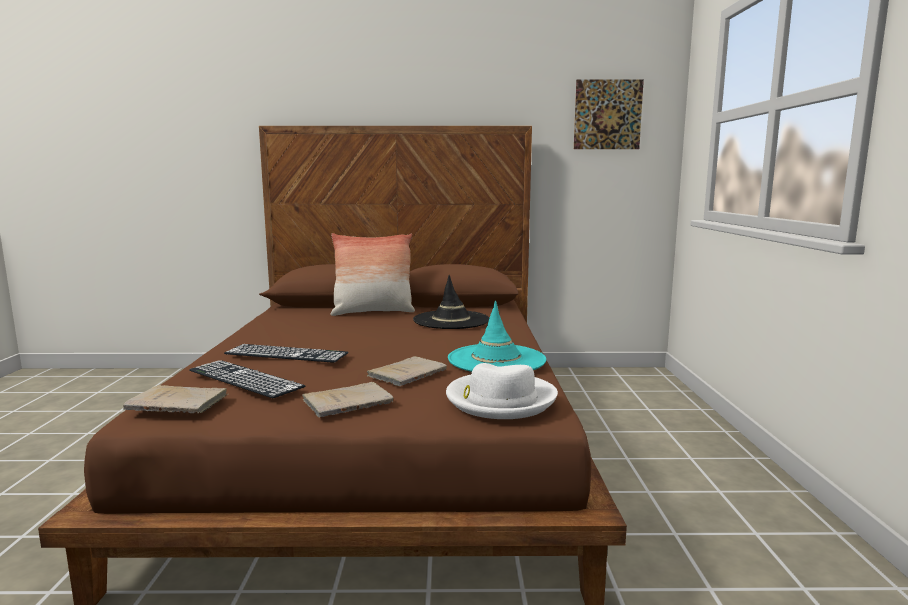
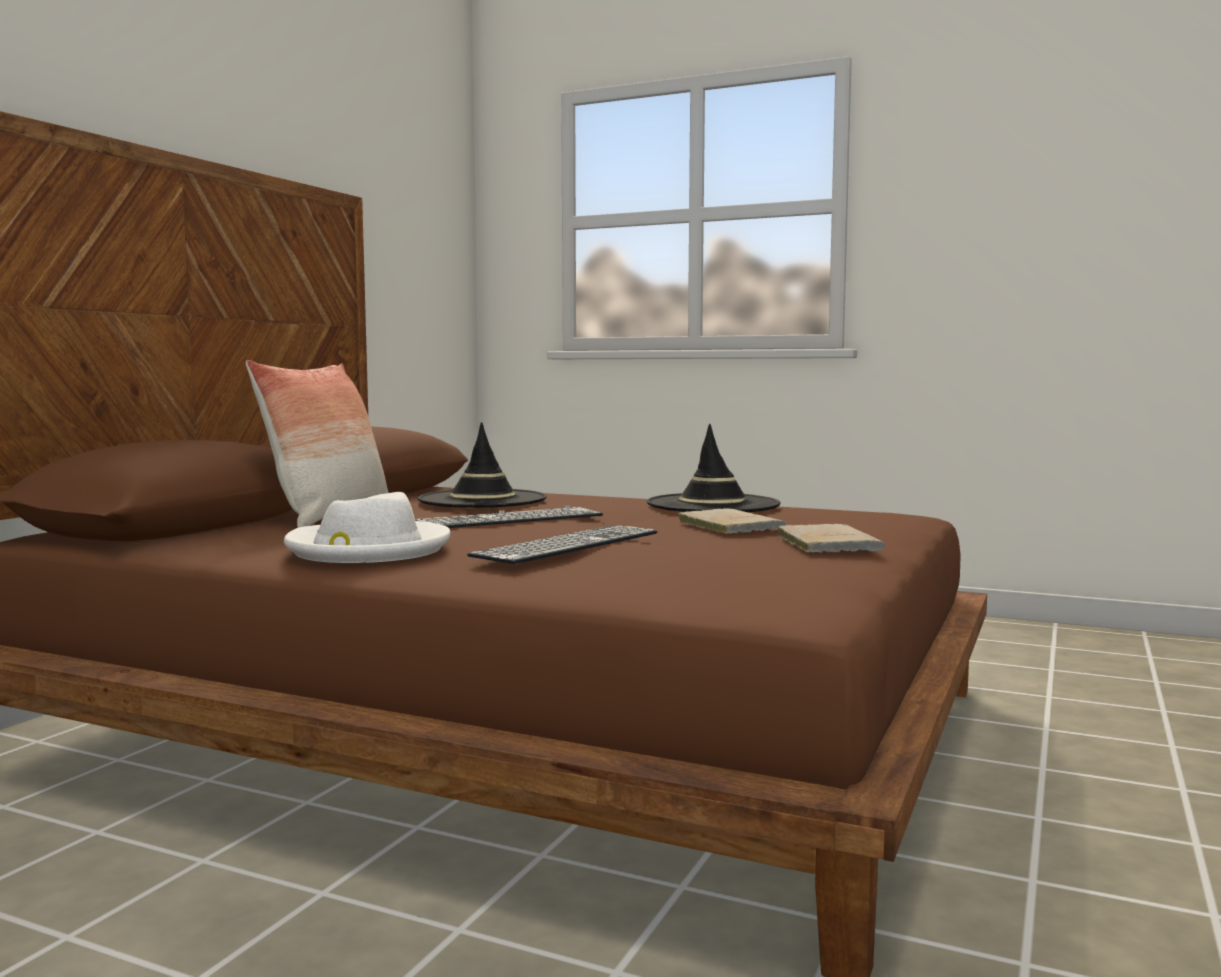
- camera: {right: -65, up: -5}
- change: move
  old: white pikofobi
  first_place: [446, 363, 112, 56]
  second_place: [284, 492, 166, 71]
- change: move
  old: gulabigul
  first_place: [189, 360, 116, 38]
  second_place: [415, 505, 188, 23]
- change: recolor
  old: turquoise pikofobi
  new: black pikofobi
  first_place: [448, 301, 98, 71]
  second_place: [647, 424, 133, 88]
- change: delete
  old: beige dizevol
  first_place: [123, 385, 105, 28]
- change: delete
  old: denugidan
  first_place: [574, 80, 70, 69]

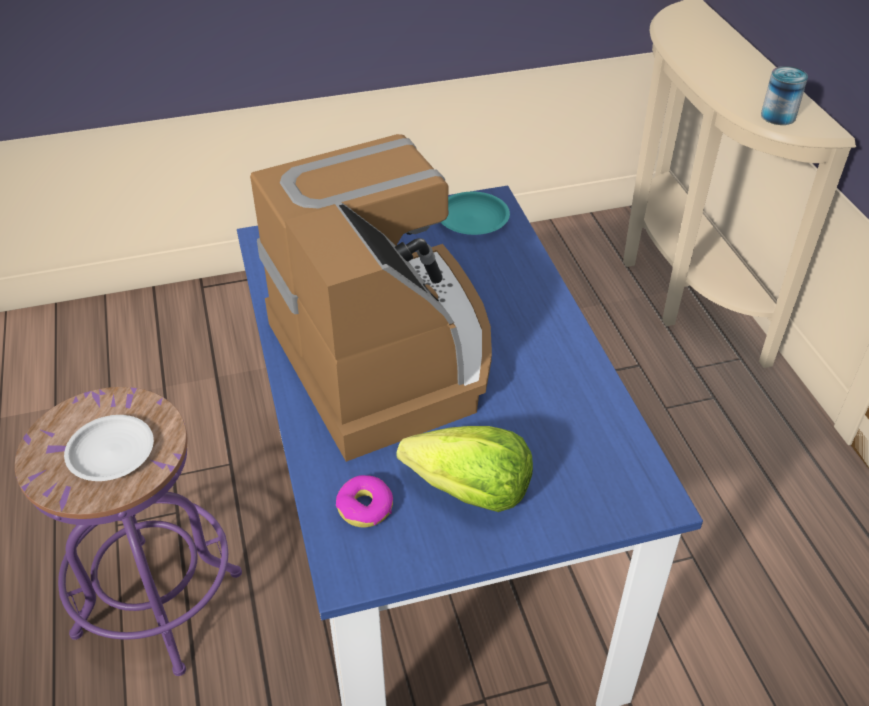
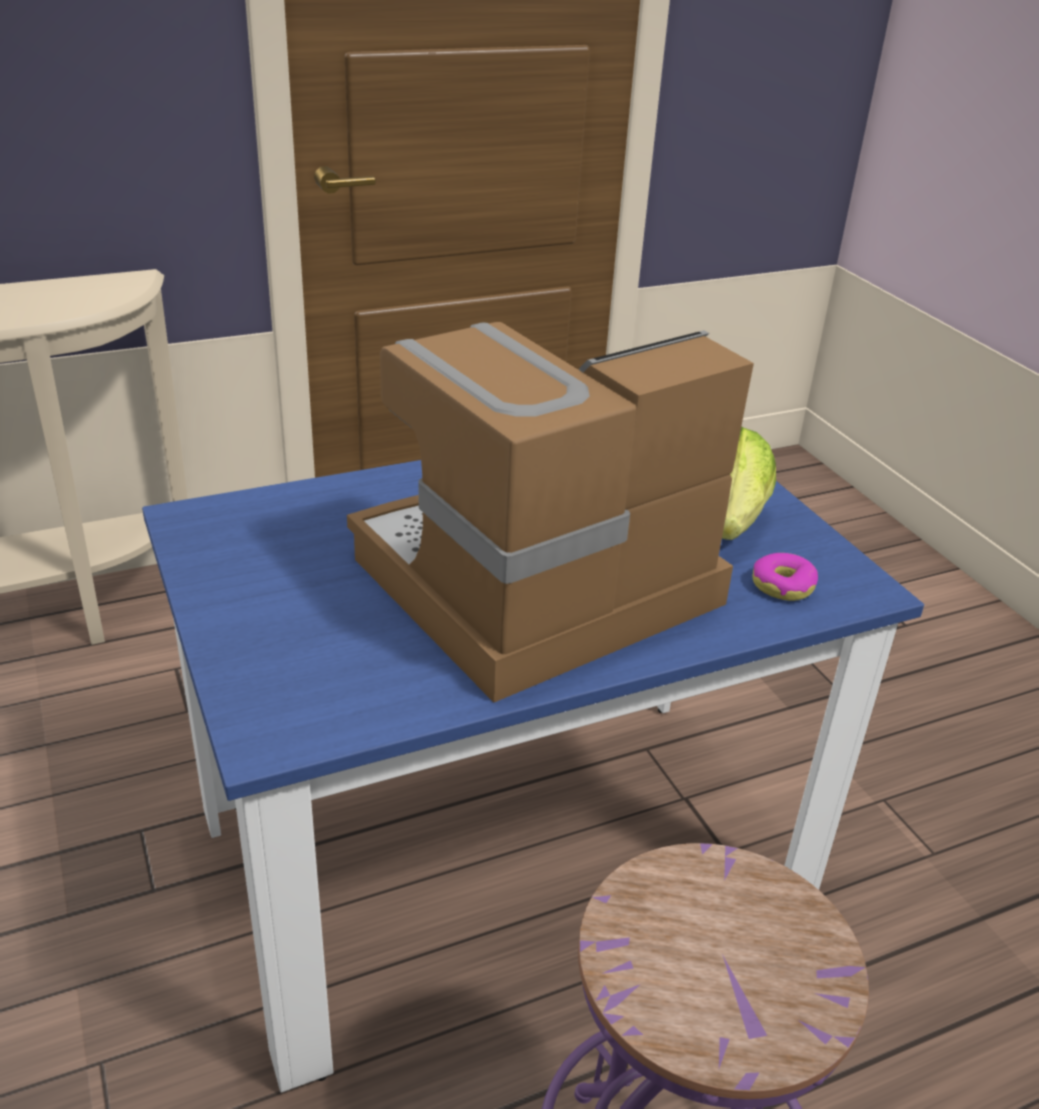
- camera: {right: -100, up: -10}
- change: delete
  old: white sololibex
  first_place: [64, 415, 90, 66]
- change: delete
  old: turquoise sololibex
  first_place: [441, 192, 69, 43]
- change: delete
  old: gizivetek
  first_place: [761, 66, 47, 59]

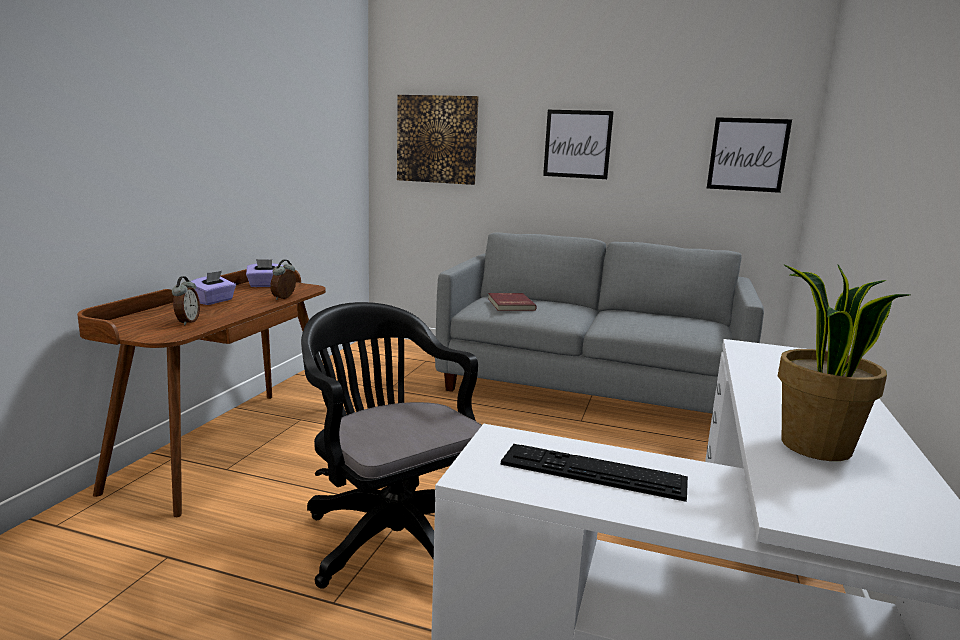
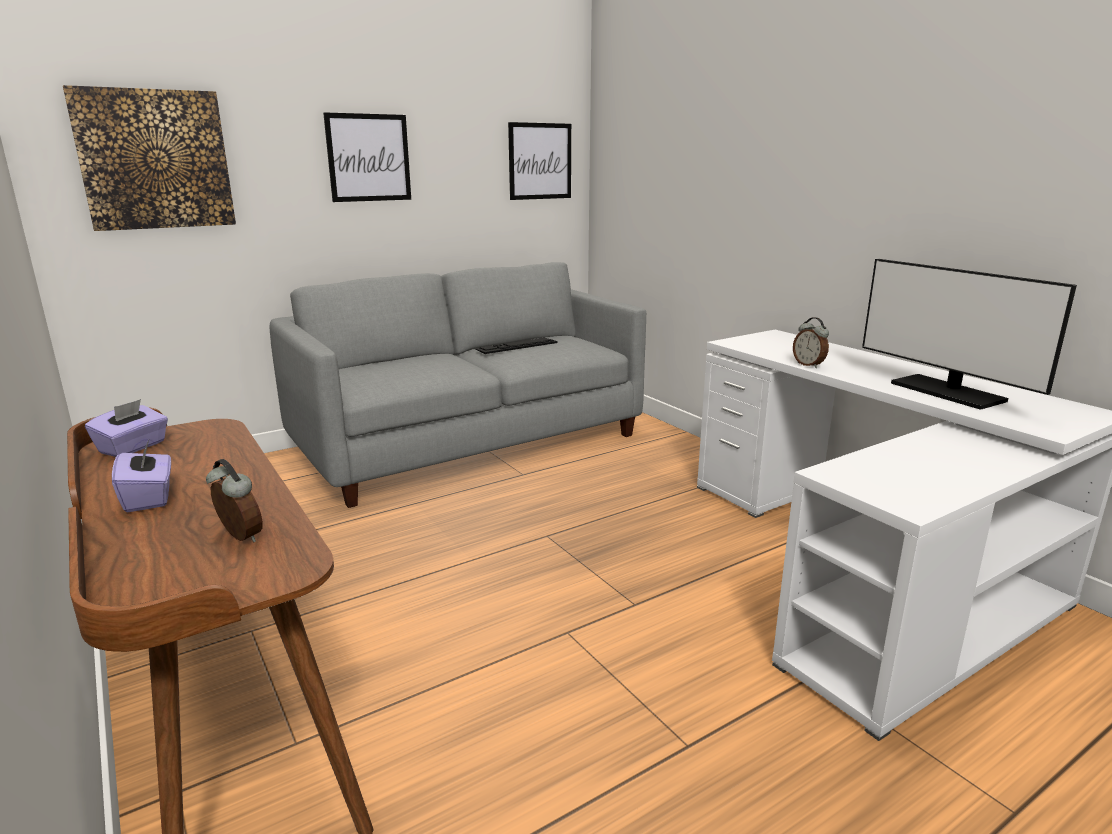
- camera: {right: -50, up: 5}
- change: move
  old: gulabigul
  first_place: [501, 444, 187, 58]
  second_place: [475, 338, 82, 16]
- change: move
  old: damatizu
  first_place: [270, 259, 26, 41]
  second_place: [793, 317, 36, 51]
- change: replace
  old: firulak
  new: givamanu
  first_place: [778, 264, 132, 197]
  second_place: [862, 259, 215, 151]
- change: delete
  old: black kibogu
  first_place: [301, 302, 181, 287]
- change: delete
  old: red dizevol
  first_place: [488, 293, 49, 18]

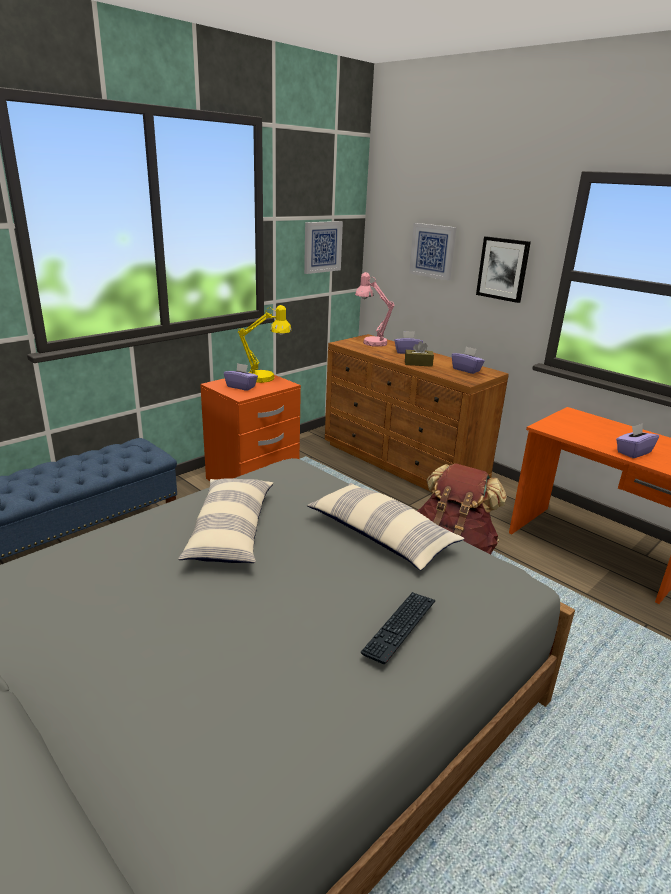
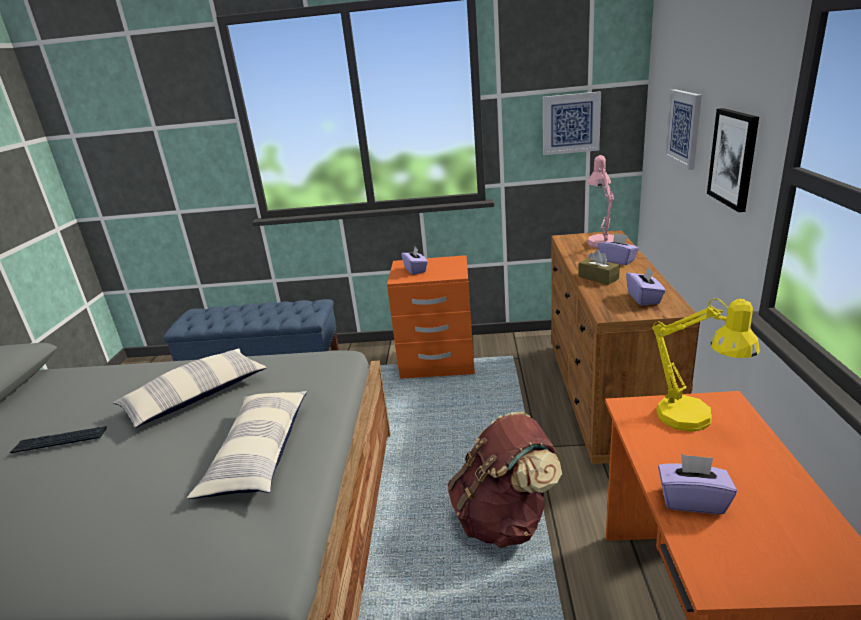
- camera: {right: 50, up: 0}
- change: move
  old: gulabigul
  first_place: [361, 592, 74, 72]
  second_place: [10, 426, 97, 27]
- change: move
  old: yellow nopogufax
  first_place: [238, 305, 54, 78]
  second_place: [652, 299, 108, 133]

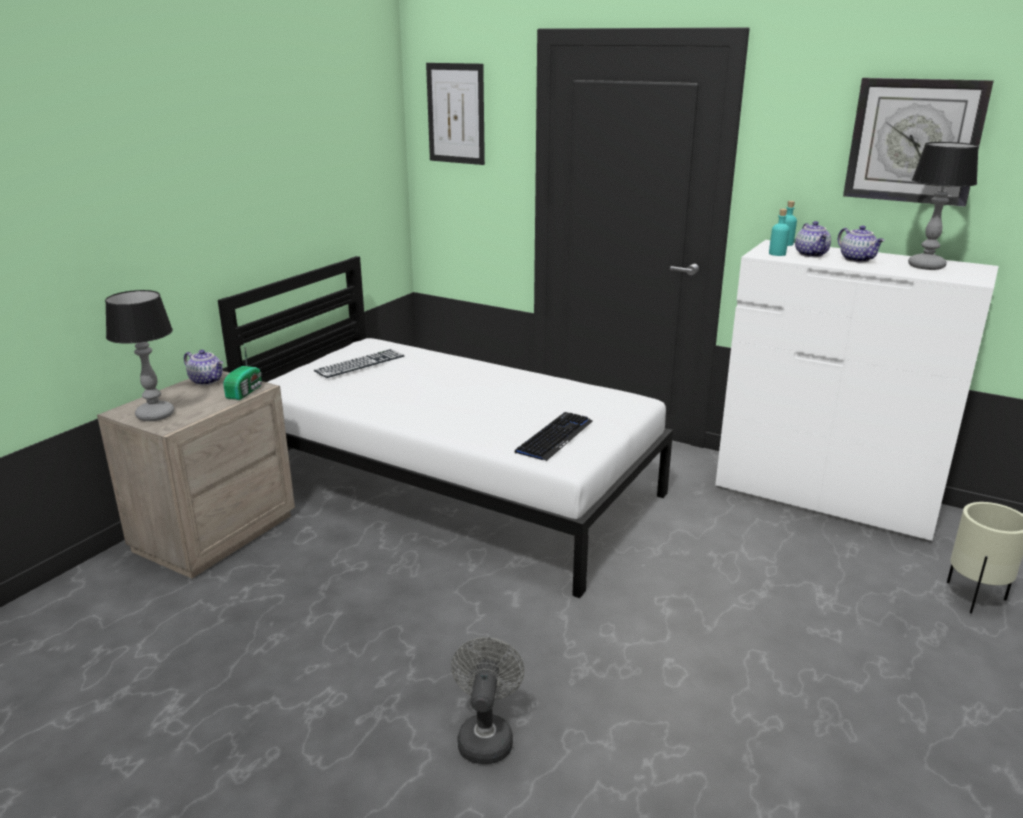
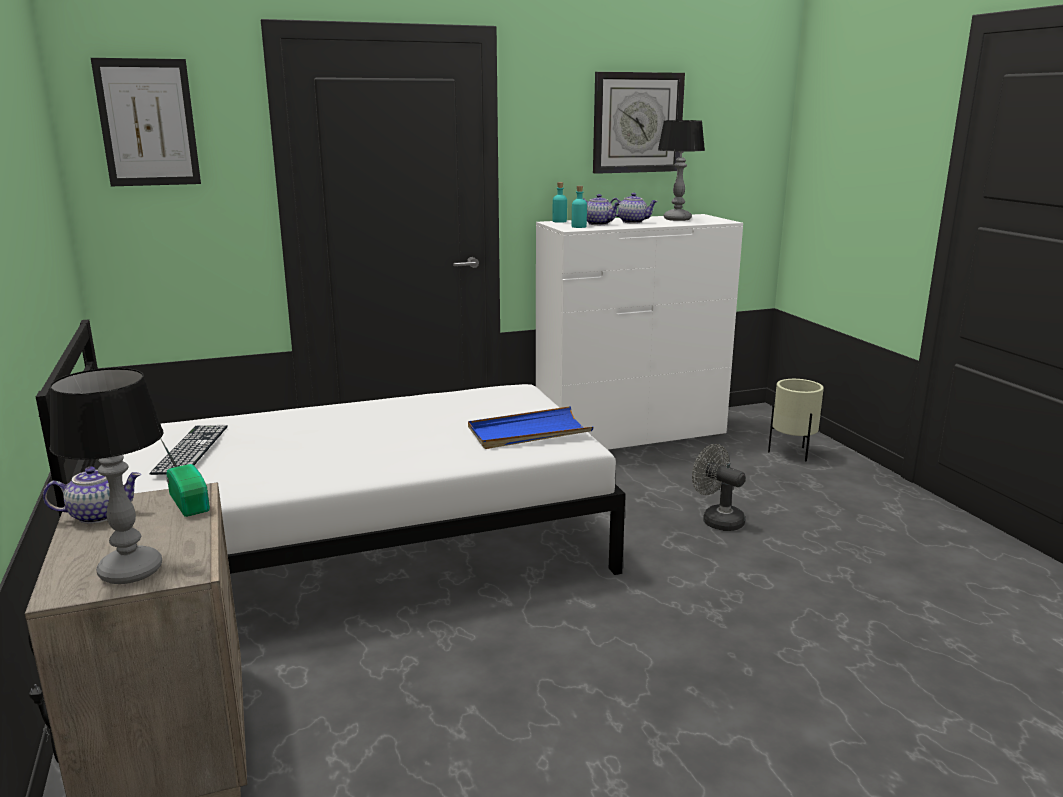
- camera: {right: -50, up: -5}
- change: replace
  old: gulabigul
  new: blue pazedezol
  first_place: [515, 412, 78, 49]
  second_place: [468, 406, 125, 43]
- change: move
  old: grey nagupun
  first_place: [451, 637, 74, 127]
  second_place: [692, 444, 54, 87]

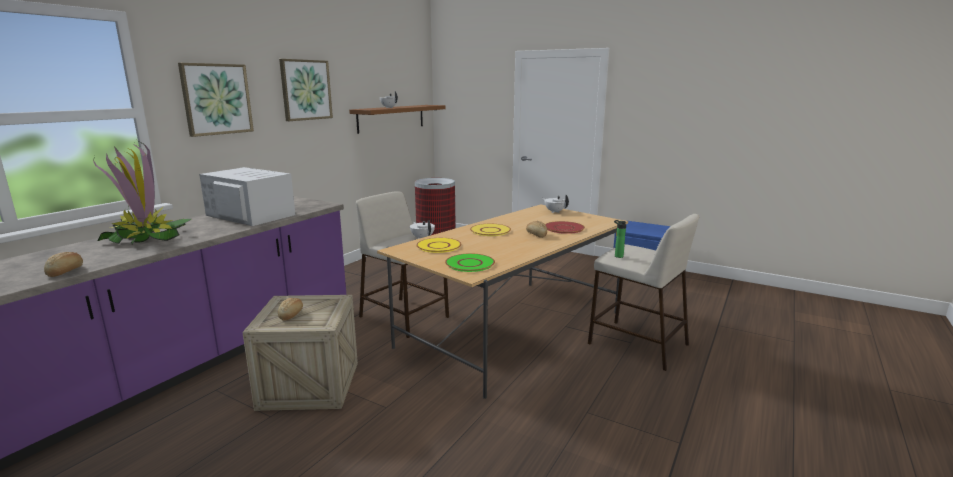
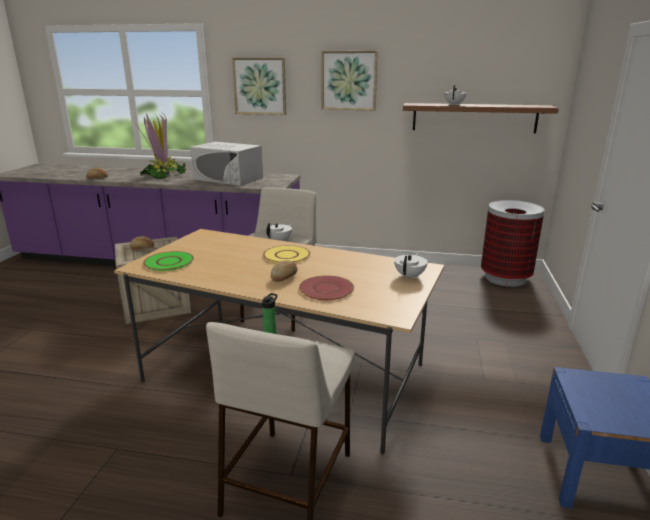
- camera: {right: 70, up: 5}
- change: rotate
  old: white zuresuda
  first_place: [199, 167, 96, 59]
  second_place: [190, 142, 73, 44]
  degrees: 105
- change: delete
  old: yellow sololibex
  first_place: [416, 238, 45, 15]

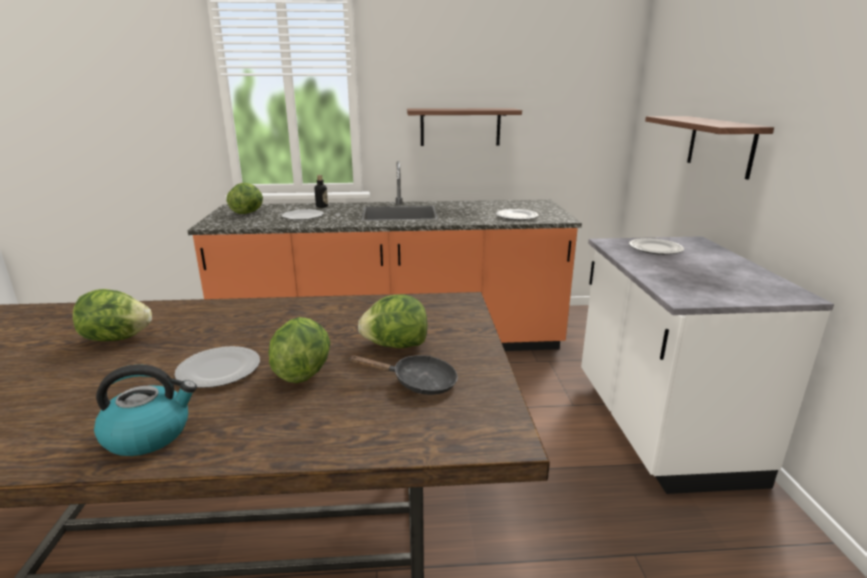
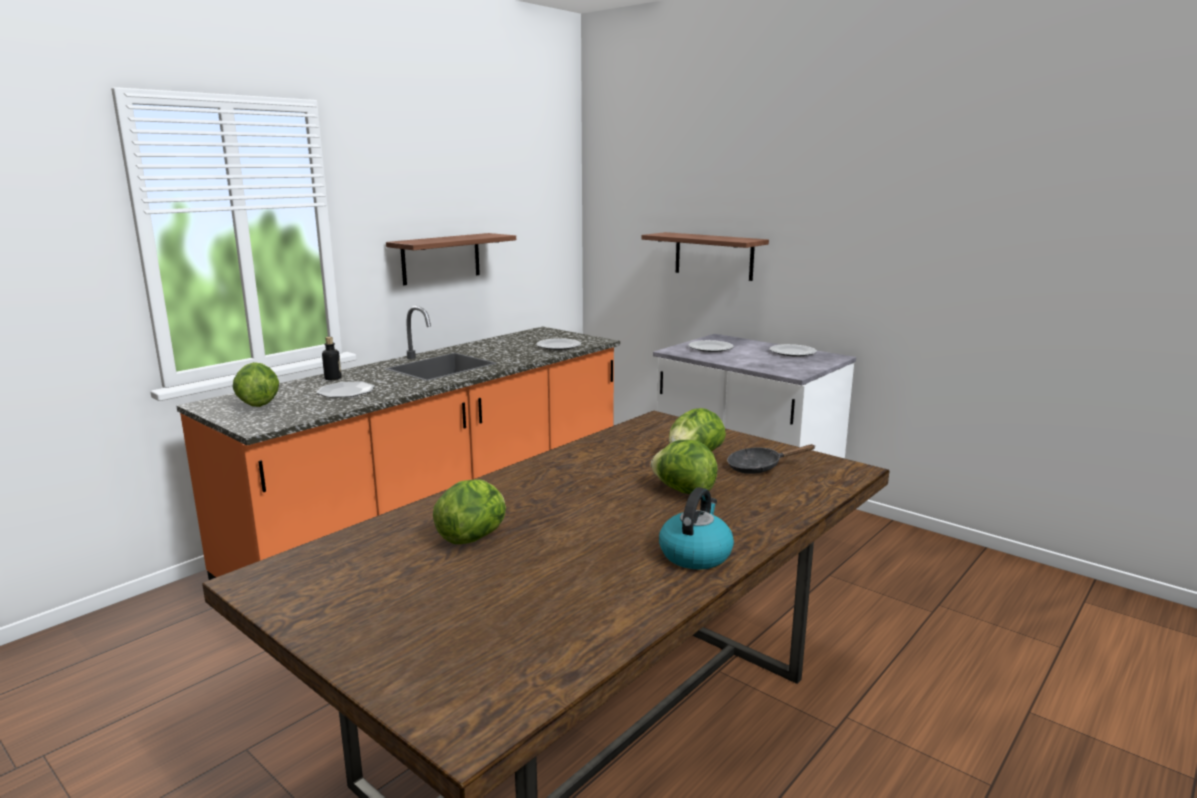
- camera: {right: -45, up: -5}
- change: rotate
  old: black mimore
  first_place: [348, 355, 110, 40]
  second_place: [727, 444, 89, 30]
  degrees: -150
- change: move
  old: sololibex
  first_place: [174, 346, 86, 42]
  second_place: [769, 344, 48, 13]

